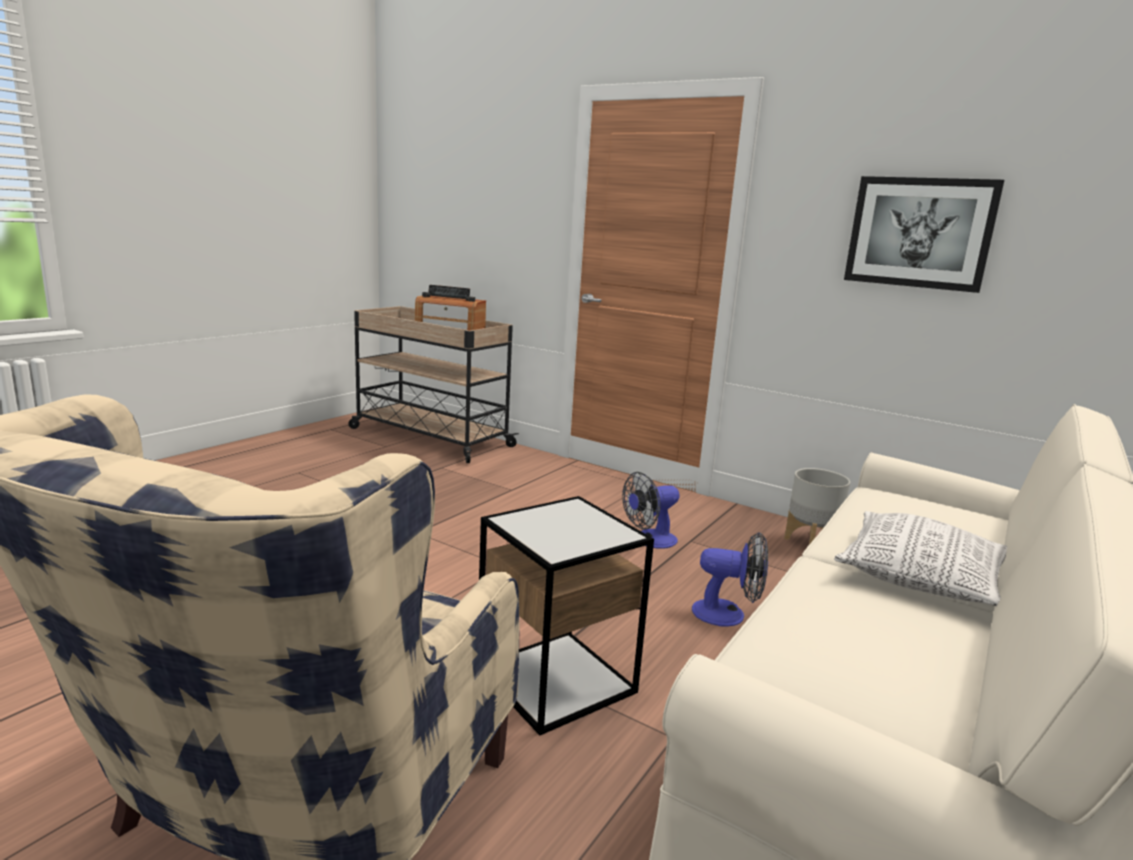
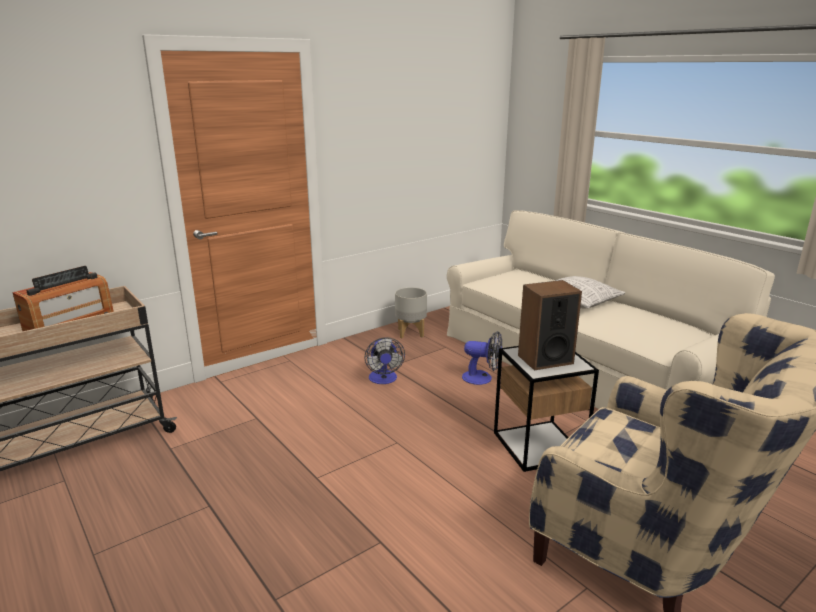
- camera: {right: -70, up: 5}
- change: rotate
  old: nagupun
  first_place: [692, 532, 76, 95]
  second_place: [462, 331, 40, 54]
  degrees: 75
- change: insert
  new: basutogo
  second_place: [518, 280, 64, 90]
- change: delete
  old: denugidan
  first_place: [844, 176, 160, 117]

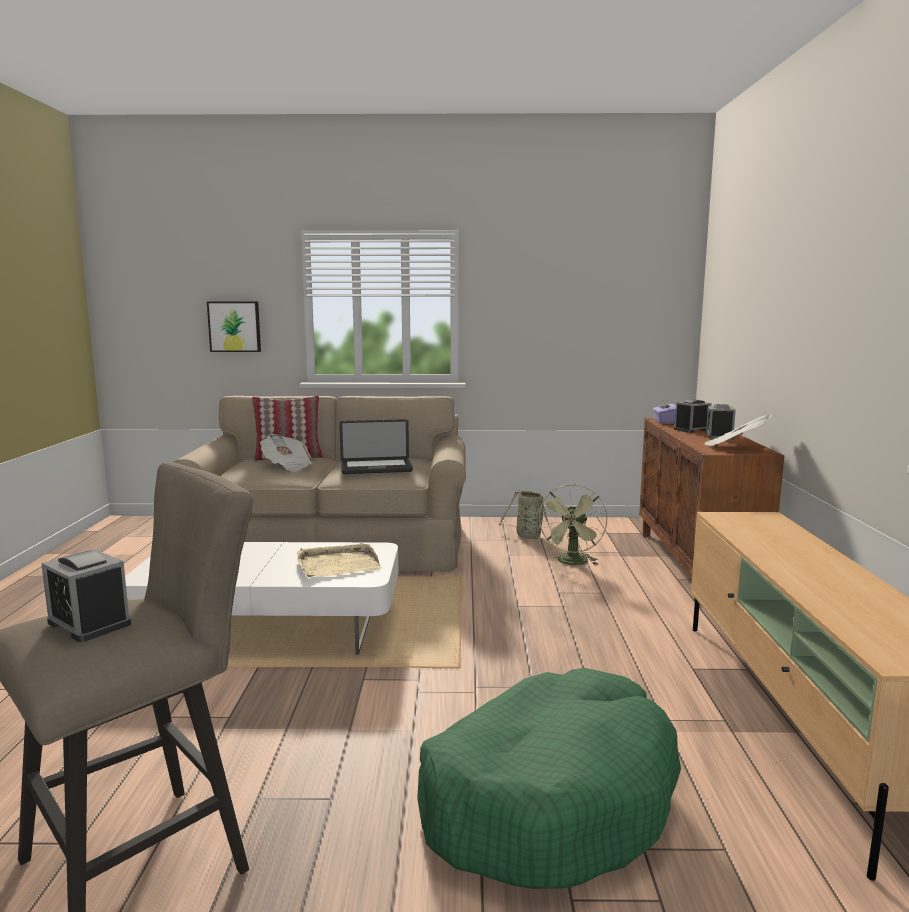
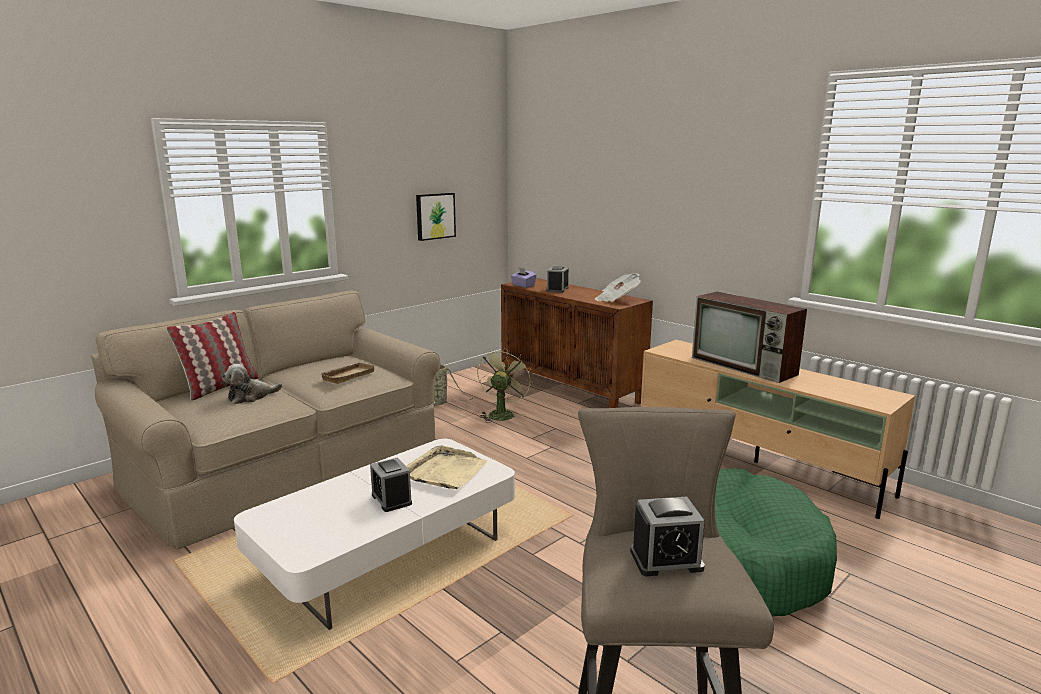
- camera: {right: -45, up: 5}
- change: replace
  old: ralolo
  new: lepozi
  first_place: [260, 434, 53, 38]
  second_place: [222, 364, 60, 40]
- change: replace
  old: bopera
  new: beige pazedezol
  first_place: [340, 419, 73, 55]
  second_place: [318, 362, 58, 22]
- change: move
  old: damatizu
  first_place: [706, 404, 30, 35]
  second_place: [370, 457, 42, 55]
- change: move
  old: denugidan
  first_place: [207, 301, 54, 51]
  second_place: [416, 193, 40, 48]
- change: rotate
  old: green nagupun
  first_place: [538, 484, 69, 81]
  second_place: [477, 347, 55, 76]
  degrees: -135
- change: insert
  new: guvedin
  second_place: [692, 292, 115, 91]

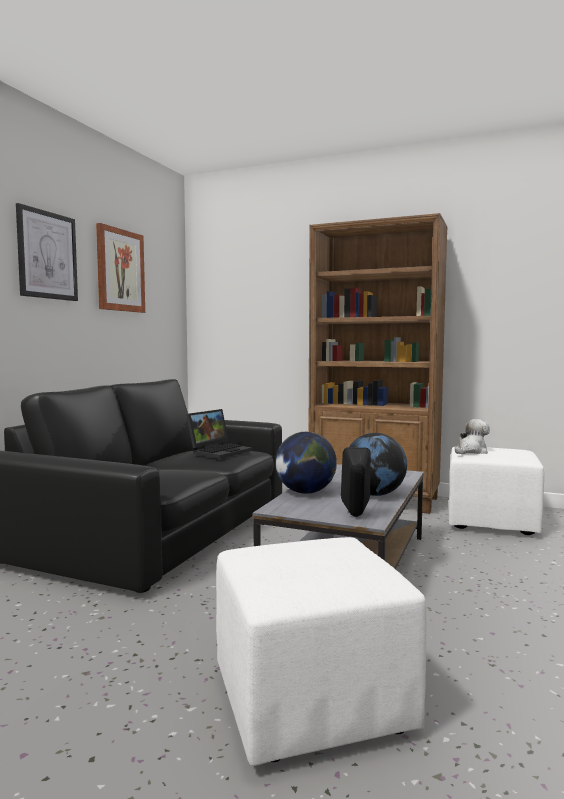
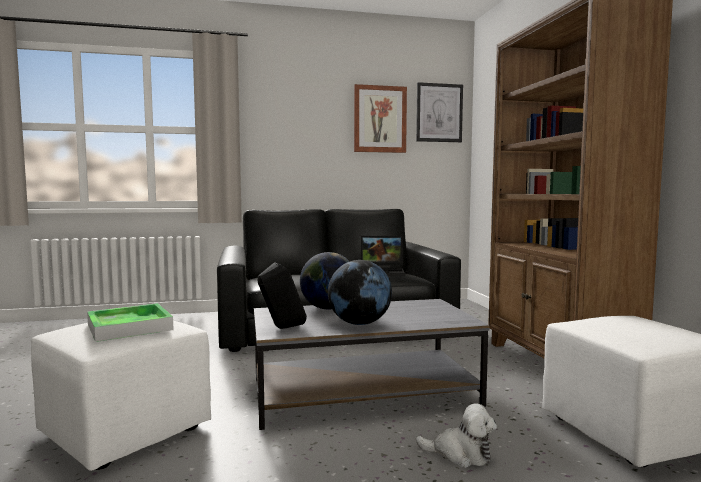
- camera: {right: 55, up: 0}
- change: insert
  new: pazedezol
  second_place: [87, 303, 87, 39]
- change: move
  old: denugidan
  first_place: [16, 203, 62, 98]
  second_place: [416, 82, 47, 60]
- change: move
  old: lepozi
  first_place: [455, 419, 35, 35]
  second_place: [416, 403, 81, 65]

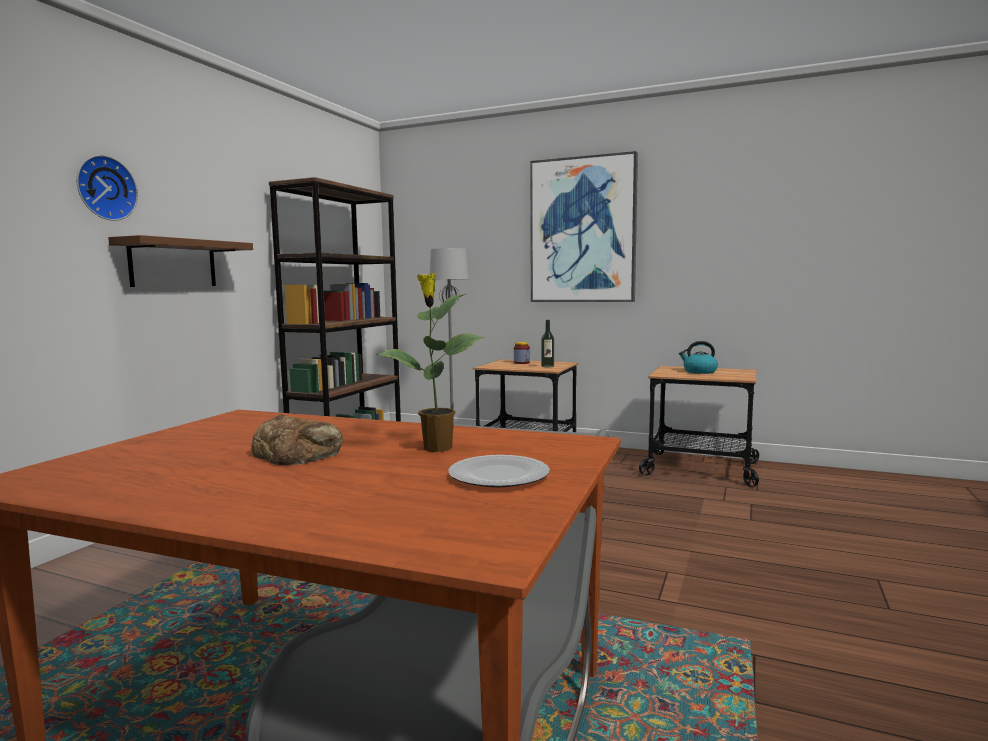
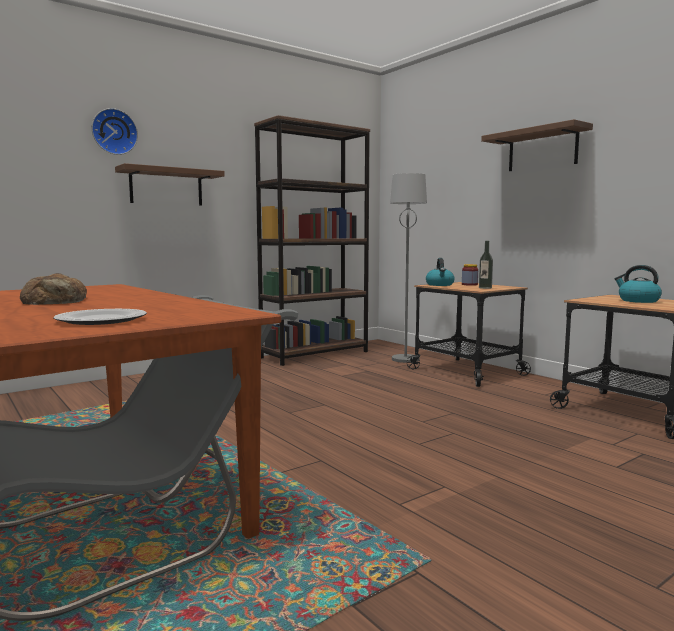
- camera: {right: 30, up: 0}
- change: insert
  new: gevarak
  second_place: [426, 258, 29, 28]
- change: replace
  old: denugidan
  new: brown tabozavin
  first_place: [530, 151, 108, 151]
  second_place: [481, 119, 112, 52]
- change: delete
  old: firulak
  first_place: [376, 273, 109, 179]

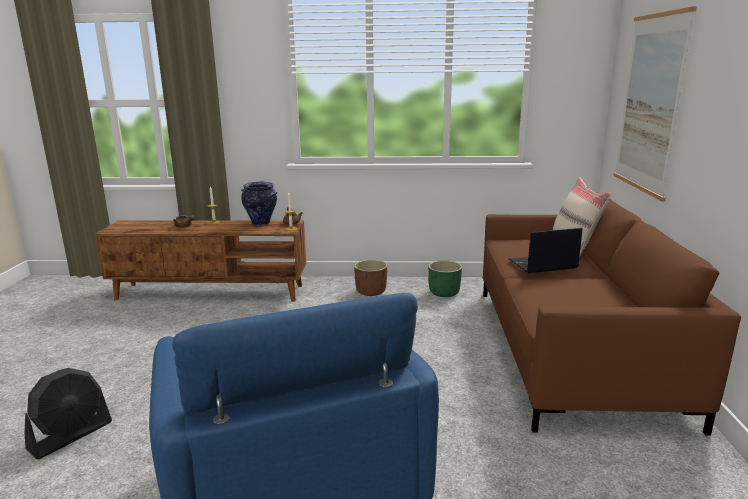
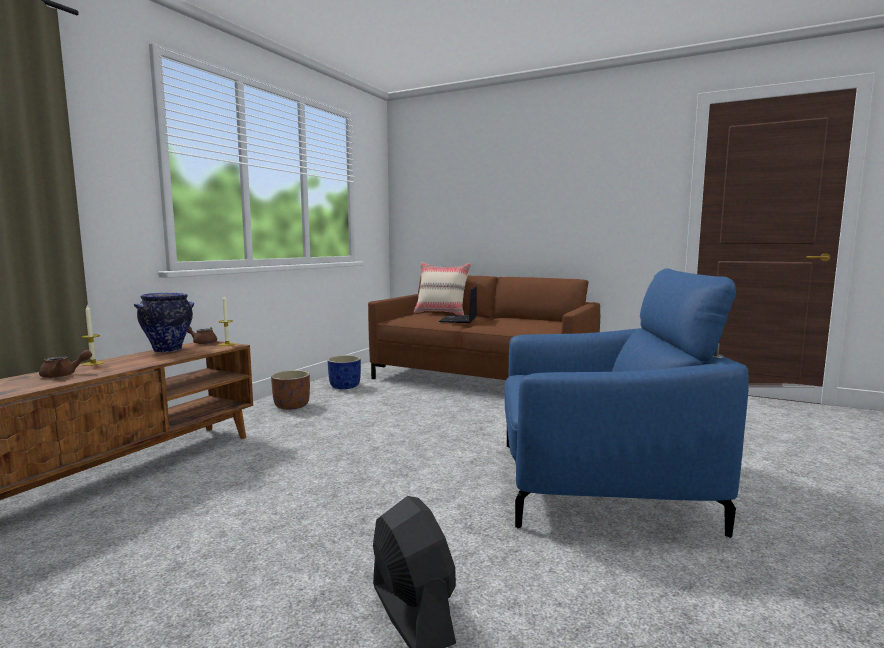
- camera: {right: -65, up: -10}
- change: recolor
  old: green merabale
  new: blue merabale
  first_place: [428, 260, 34, 37]
  second_place: [328, 355, 33, 34]
- change: delete
  old: denugidan
  first_place: [614, 6, 83, 195]

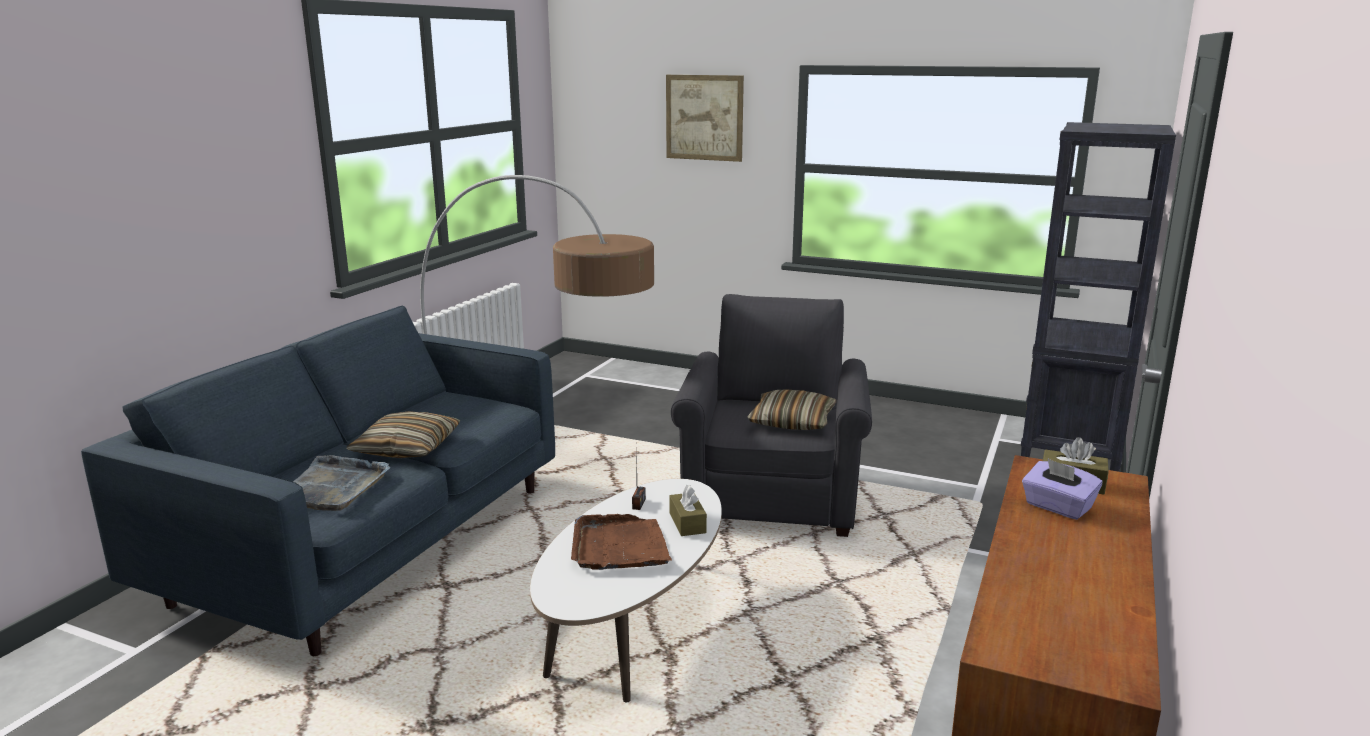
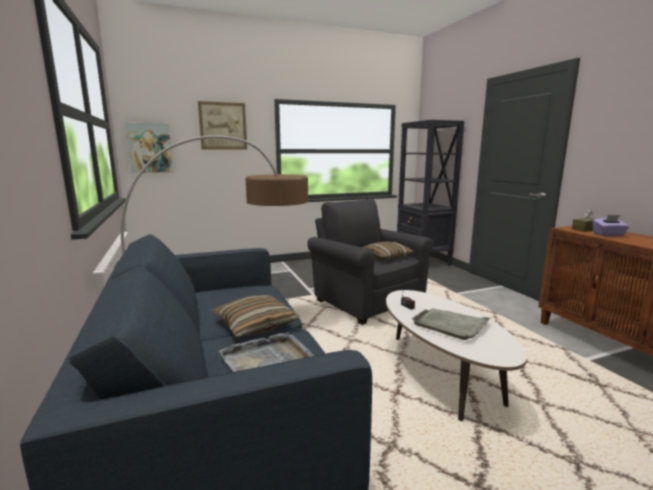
- camera: {right: -45, up: -5}
- change: insert
  new: denugidan
  second_place: [126, 123, 47, 50]
- change: recolor
  old: brown pazedezol
  new: grey pazedezol
  first_place: [571, 514, 101, 56]
  second_place: [412, 308, 78, 32]
- change: delete
  old: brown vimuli
  first_place: [670, 485, 37, 51]

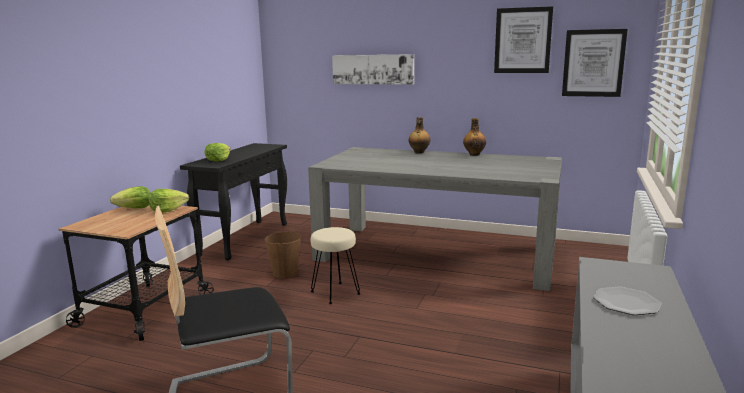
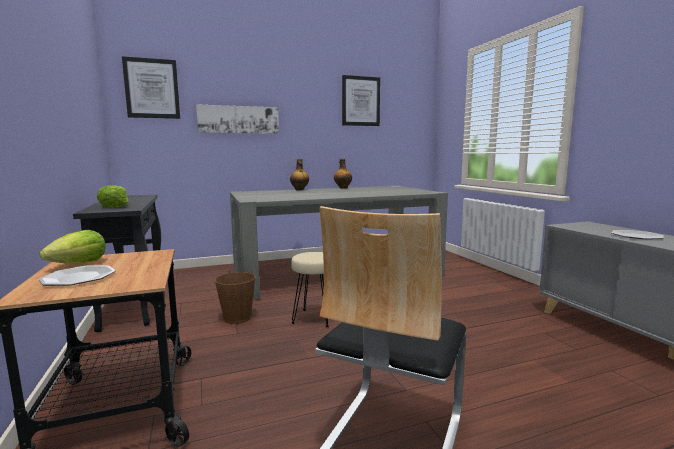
- camera: {right: -40, up: -5}
- change: insert
  new: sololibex
  second_place: [38, 266, 78, 20]
- change: move
  old: denugidan
  first_place: [562, 29, 66, 68]
  second_place: [122, 56, 58, 63]
- change: delete
  old: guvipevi
  first_place: [149, 189, 40, 24]

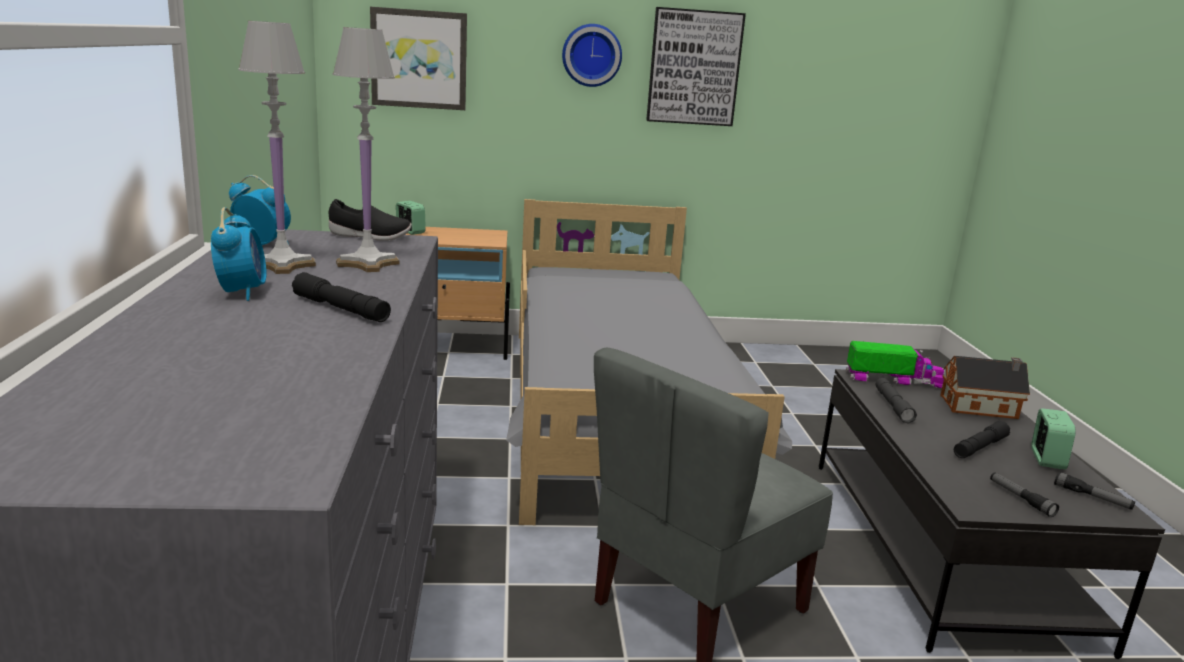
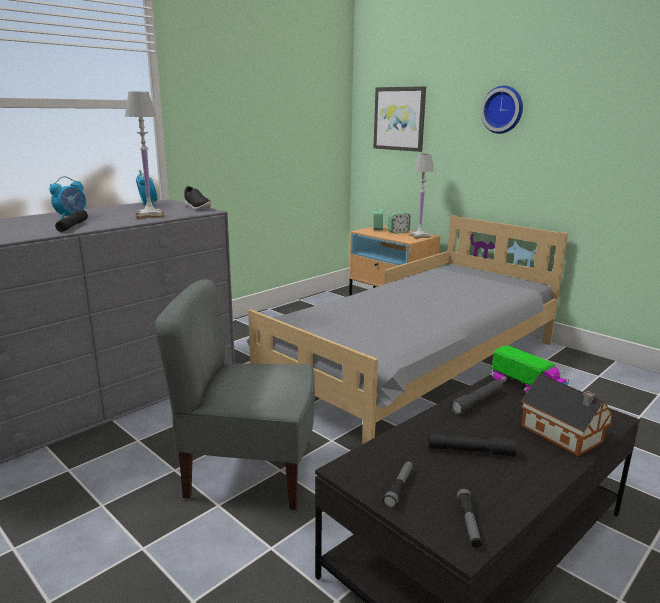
- camera: {right: 50, up: 0}
- change: move
  old: damatizu
  first_place: [1032, 408, 44, 61]
  second_place: [388, 212, 22, 22]
- change: move
  old: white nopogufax
  first_place: [238, 21, 78, 253]
  second_place: [409, 154, 26, 85]
- change: delete
  old: denugidan
  first_place: [646, 7, 100, 119]

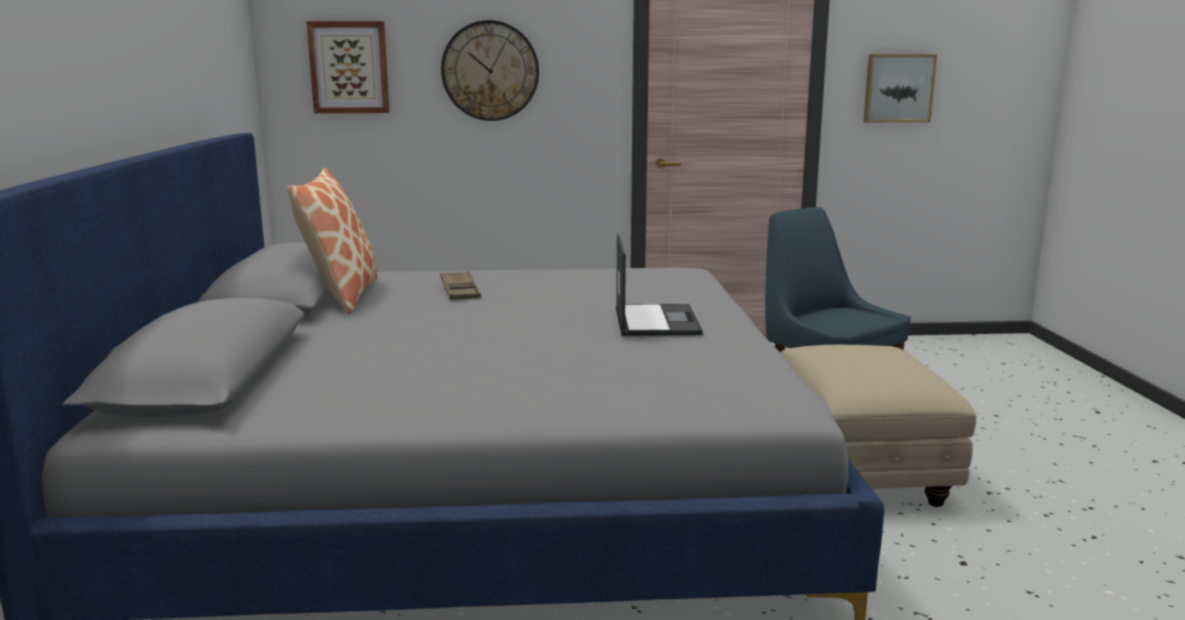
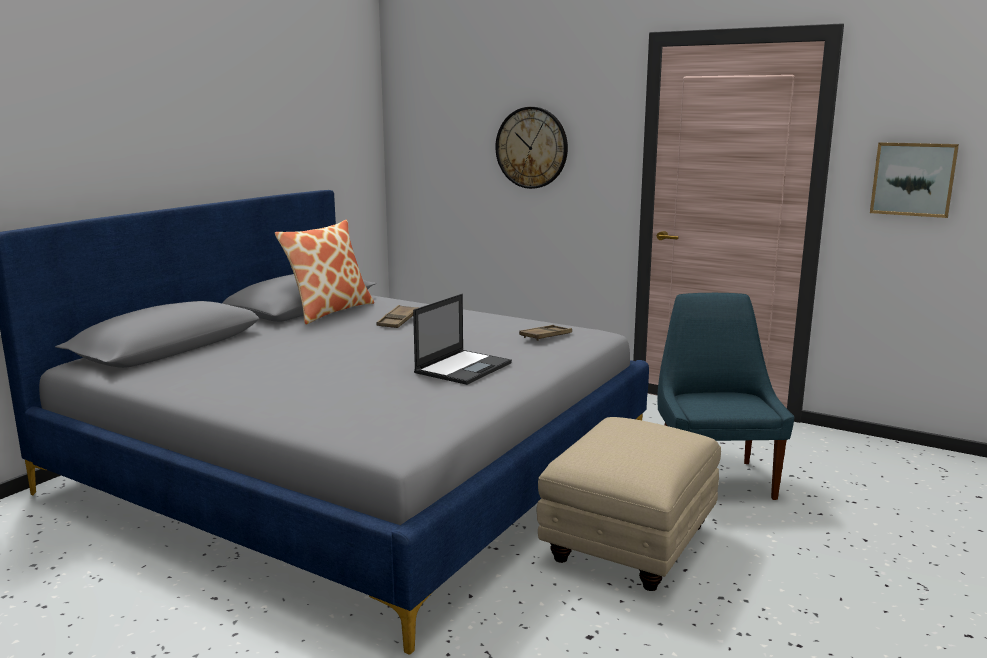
- camera: {right: 35, up: 0}
- change: insert
  new: brown pazedezol
  second_place: [519, 325, 53, 16]
- change: delete
  old: denugidan
  first_place: [306, 21, 84, 92]

